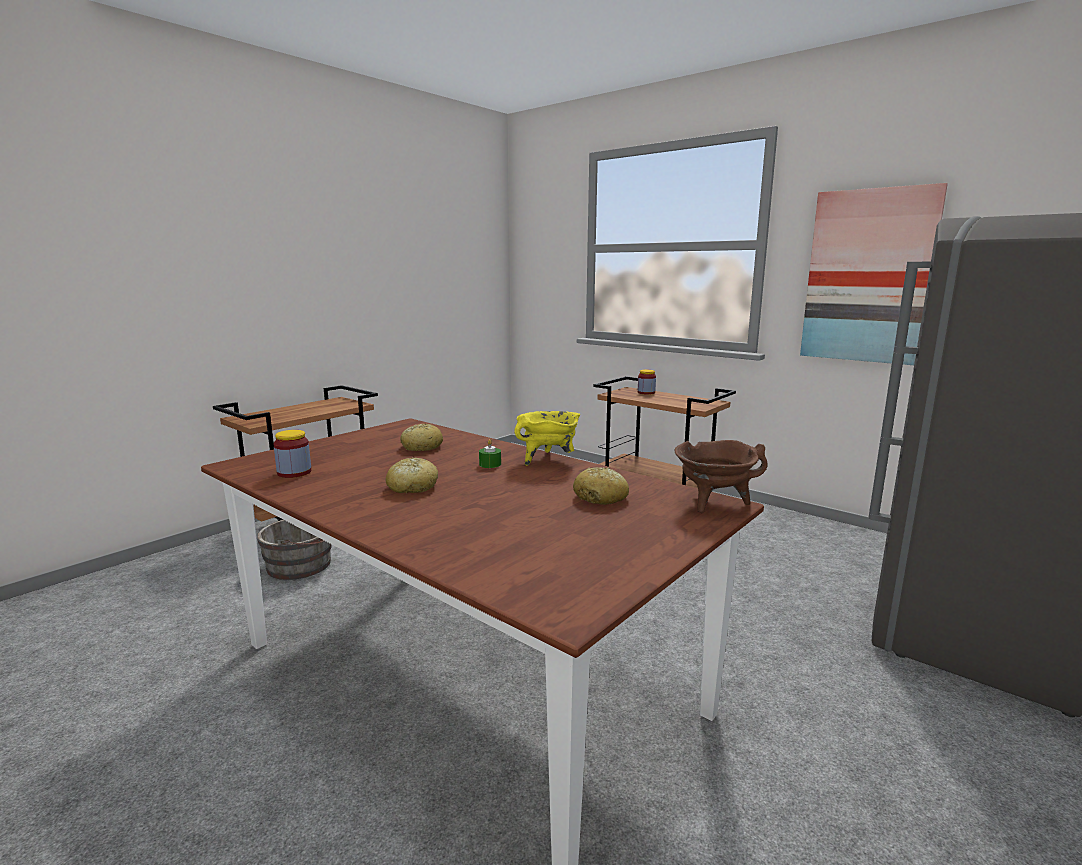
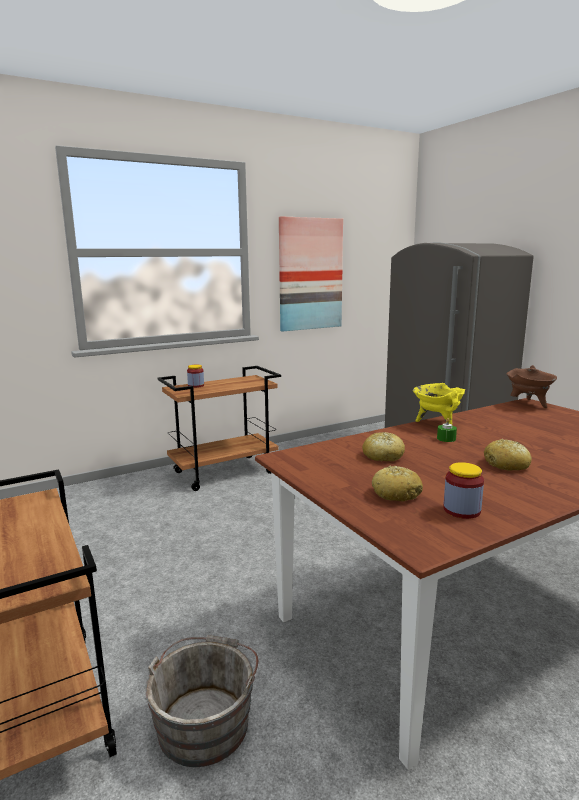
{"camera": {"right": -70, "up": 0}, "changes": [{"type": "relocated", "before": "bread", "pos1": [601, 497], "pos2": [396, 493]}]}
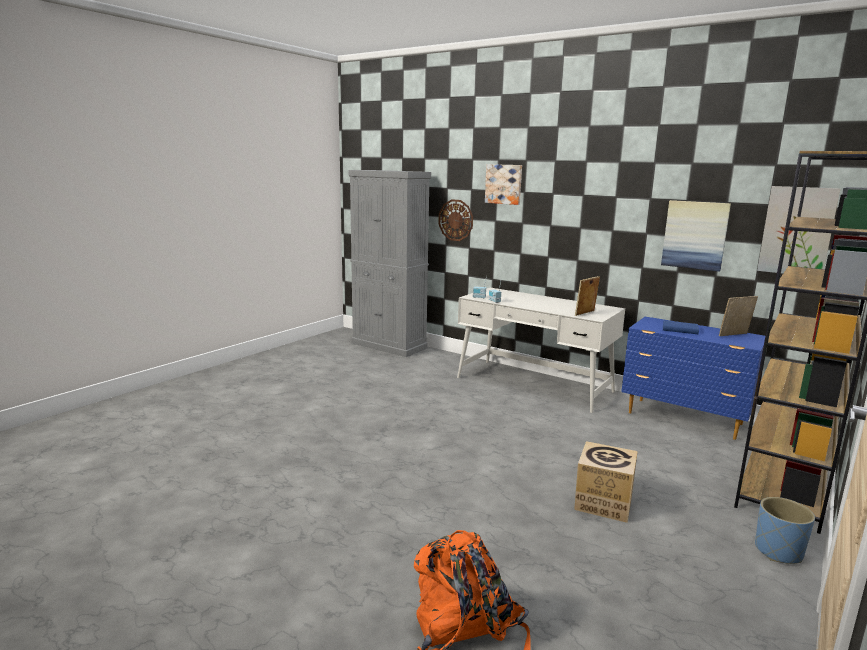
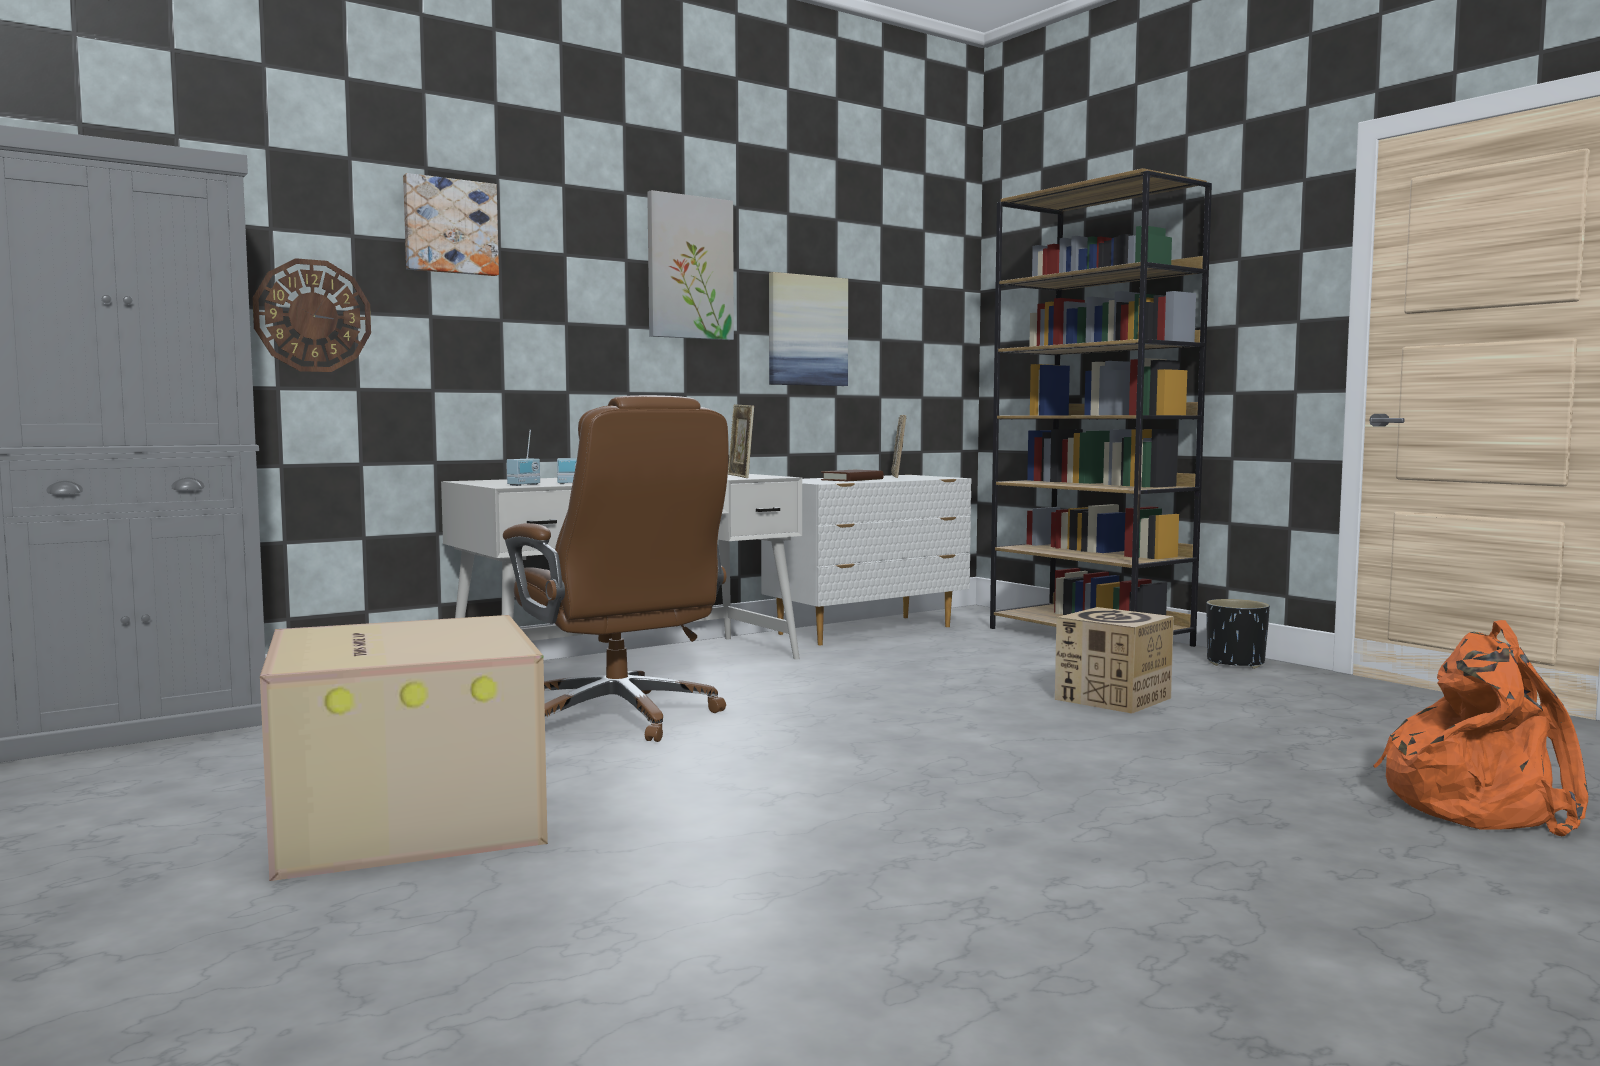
{"camera": {"right": -70, "up": -10}, "changes": [{"type": "relocated", "before": "wall art", "pos1": [797, 231], "pos2": [689, 268]}, {"type": "colour", "before": "drawer chest in blue-coloured", "after": "drawer chest in white-coloured", "pos1": [685, 419], "pos2": [868, 630]}, {"type": "colour", "before": "bound book in blue-coloured", "after": "bound book in brown-coloured", "pos1": [680, 329], "pos2": [852, 479]}, {"type": "colour", "before": "flower pot in blue-coloured", "after": "flower pot in black", "pos1": [778, 551], "pos2": [1236, 663]}, {"type": "appeared", "after": "office chair in brown-coloured", "pos2": [620, 718]}, {"type": "appeared", "after": "cardboard box", "pos2": [403, 818]}]}
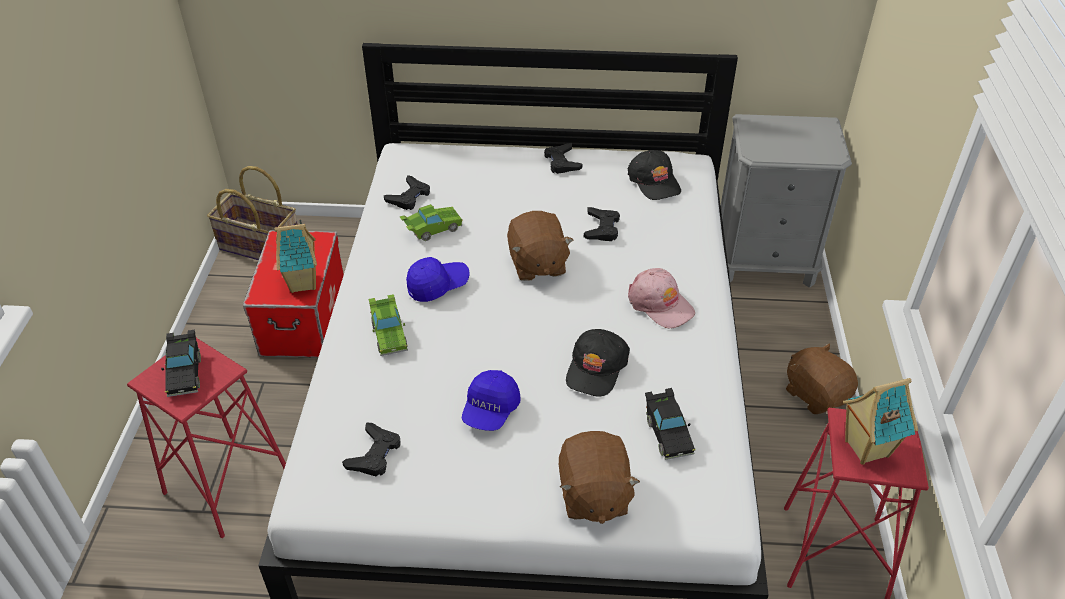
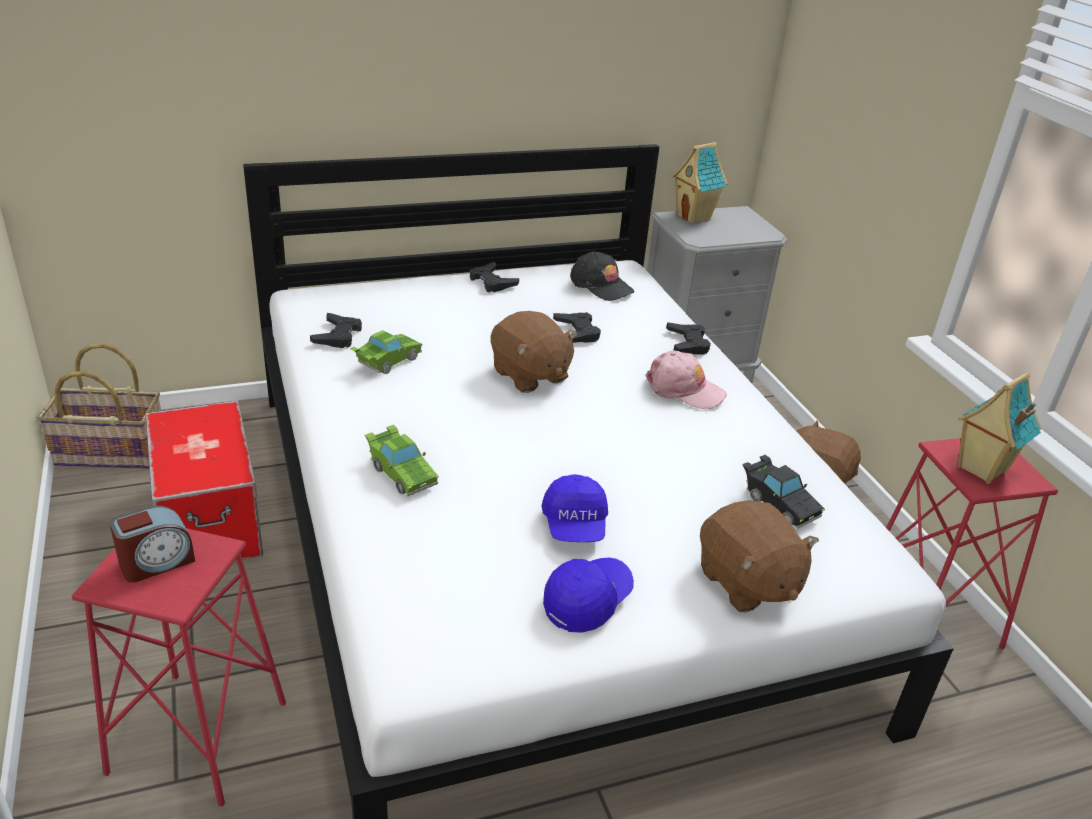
{"camera": {"right": -25, "up": -10}, "changes": [{"type": "relocated", "before": "miniature house", "pos1": [304, 283], "pos2": [694, 217]}, {"type": "relocated", "before": "cap in blue-coloured", "pos1": [437, 286], "pos2": [587, 601]}, {"type": "missing", "before": "cap in black", "pos1": [596, 368]}, {"type": "exchanged", "before": "miniature car in black", "after": "alarm clock", "pos1": [185, 372], "pos2": [156, 562]}, {"type": "relocated", "before": "game controller in black", "pos1": [374, 454], "pos2": [687, 343]}]}
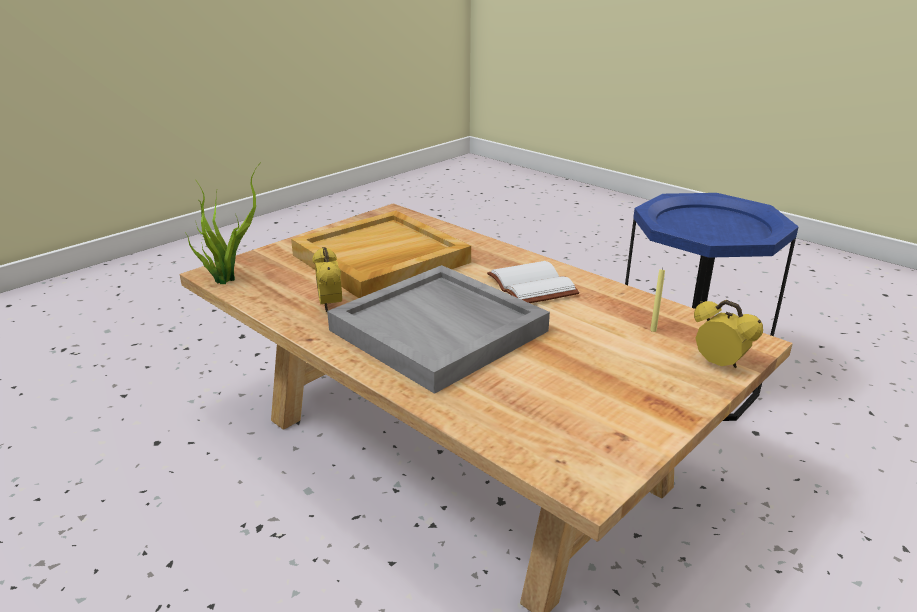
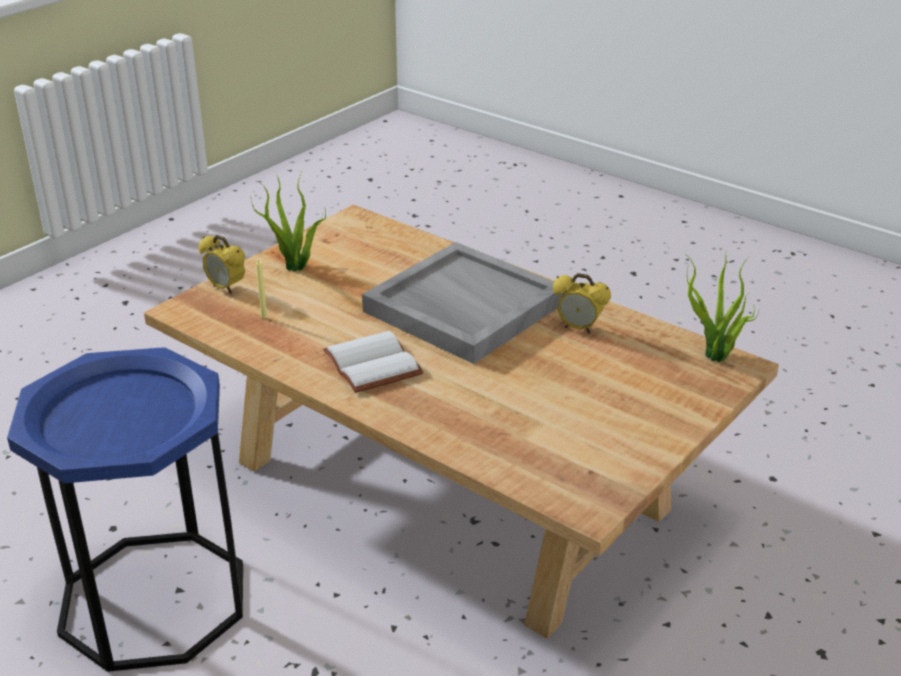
{"camera": {"right": 175, "up": 5}, "changes": [{"type": "missing", "before": "tray in beige", "pos1": [380, 259]}, {"type": "spun", "before": "alarm clock", "pos1": [330, 306], "pos2": [579, 328], "turn": 135}, {"type": "appeared", "after": "plant in a pot", "pos2": [296, 268]}]}
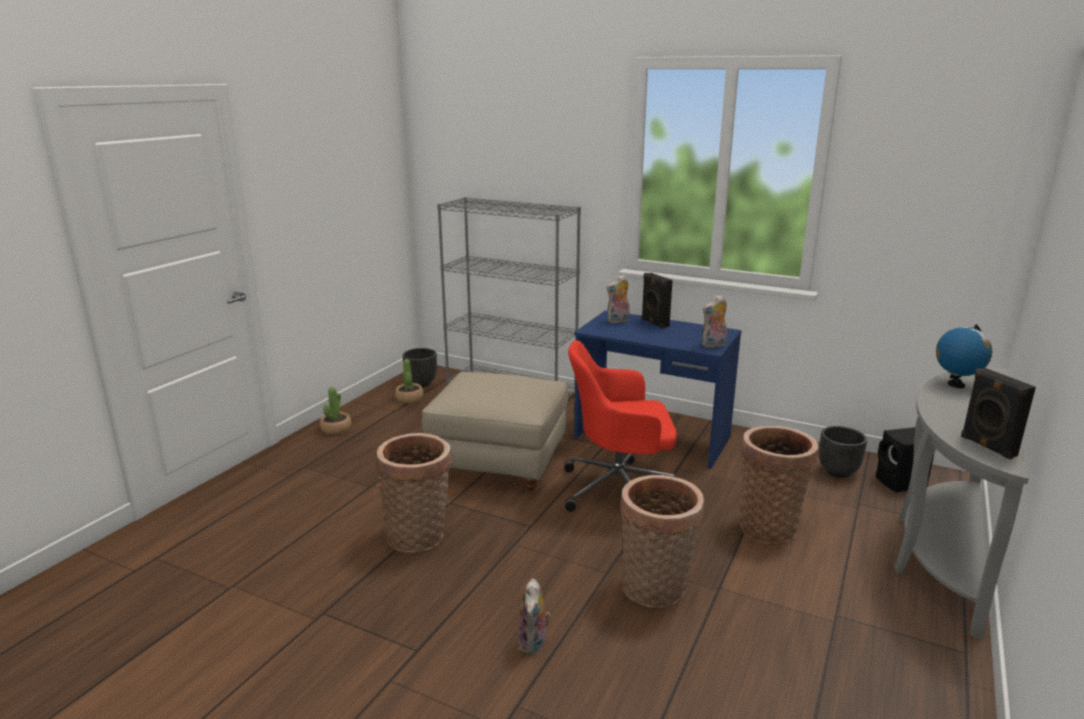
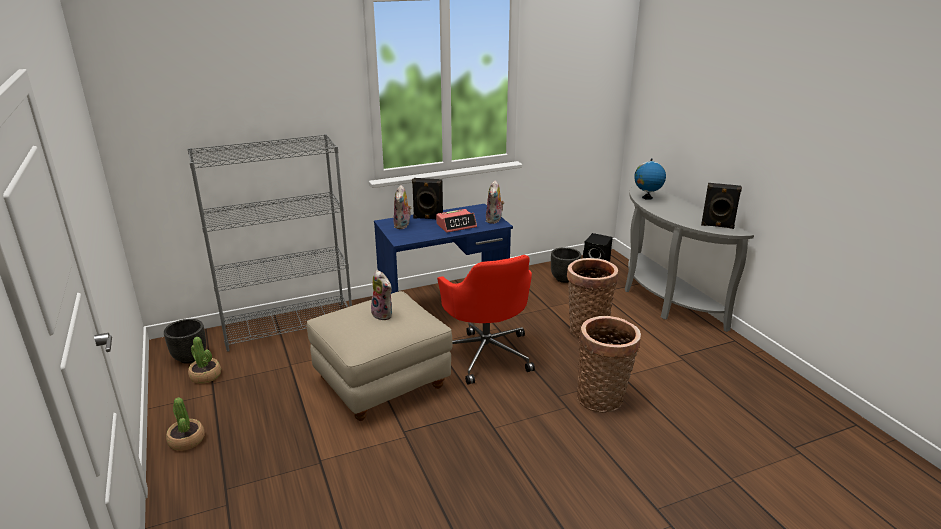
{"camera": {"right": -50, "up": 5}, "changes": [{"type": "spun", "before": "office chair in red", "pos1": [619, 489], "pos2": [486, 354], "turn": -60}, {"type": "missing", "before": "household basket", "pos1": [419, 536]}, {"type": "relocated", "before": "cuddly toy", "pos1": [534, 643], "pos2": [384, 314]}, {"type": "appeared", "after": "alarm clock", "pos2": [456, 225]}]}
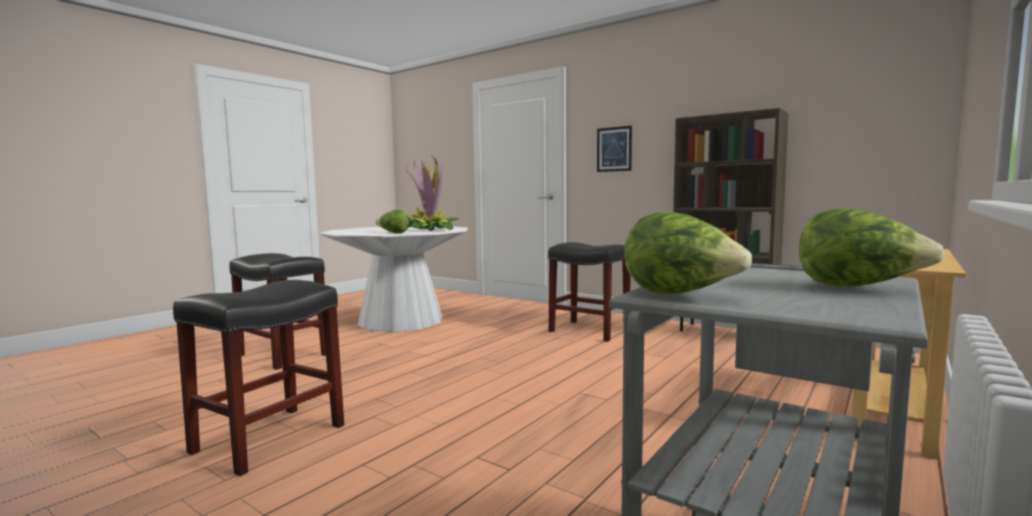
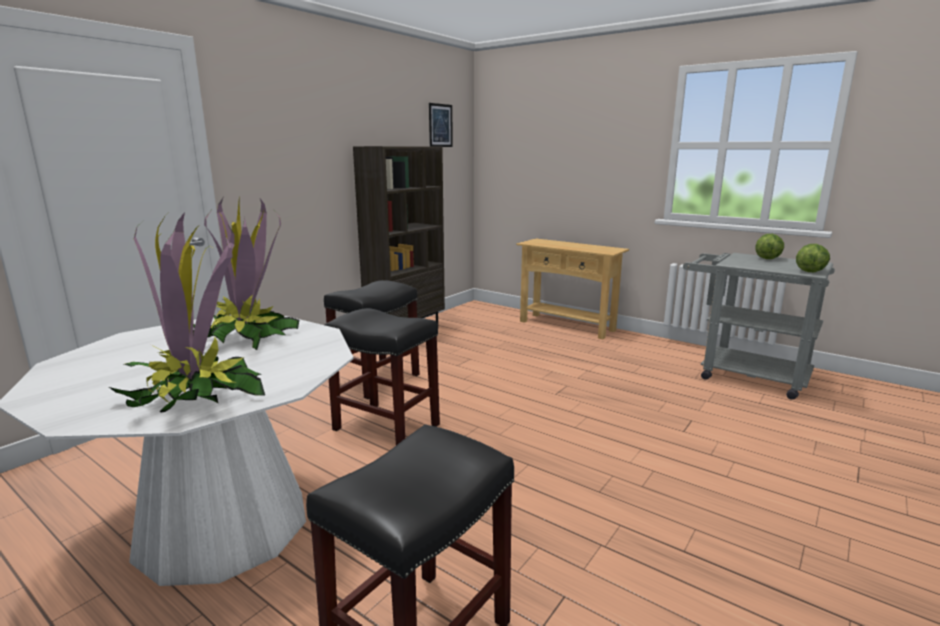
{"camera": {"right": -90, "up": 10}, "changes": [{"type": "relocated", "before": "wall art", "pos1": [614, 149], "pos2": [440, 125]}, {"type": "missing", "before": "lettuce head", "pos1": [393, 233]}, {"type": "relocated", "before": "stool seat in black", "pos1": [269, 439], "pos2": [387, 427]}, {"type": "appeared", "after": "plant in a pot", "pos2": [196, 395]}]}
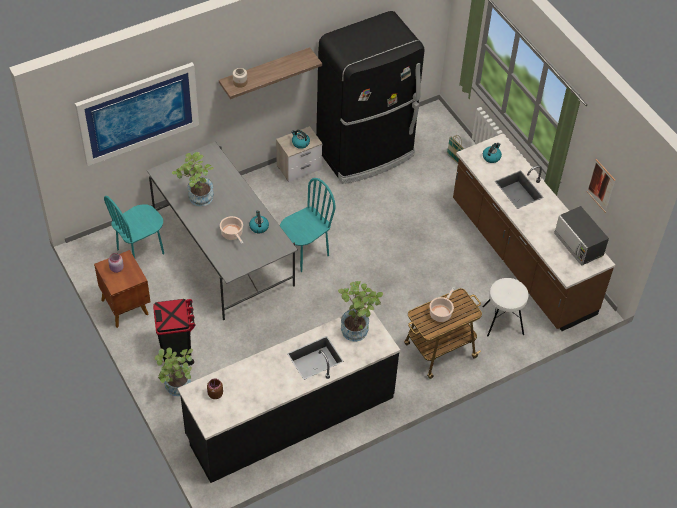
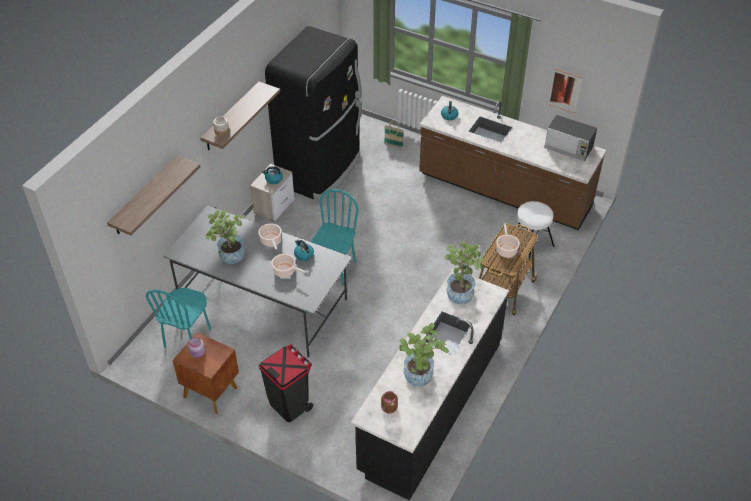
{"camera": {"right": -30, "up": -5}, "changes": [{"type": "exchanged", "before": "wall art", "after": "wall shelf", "pos1": [138, 113], "pos2": [145, 196]}, {"type": "relocated", "before": "plant in a pot", "pos1": [177, 389], "pos2": [420, 378]}, {"type": "appeared", "after": "stockpot", "pos2": [271, 241]}]}
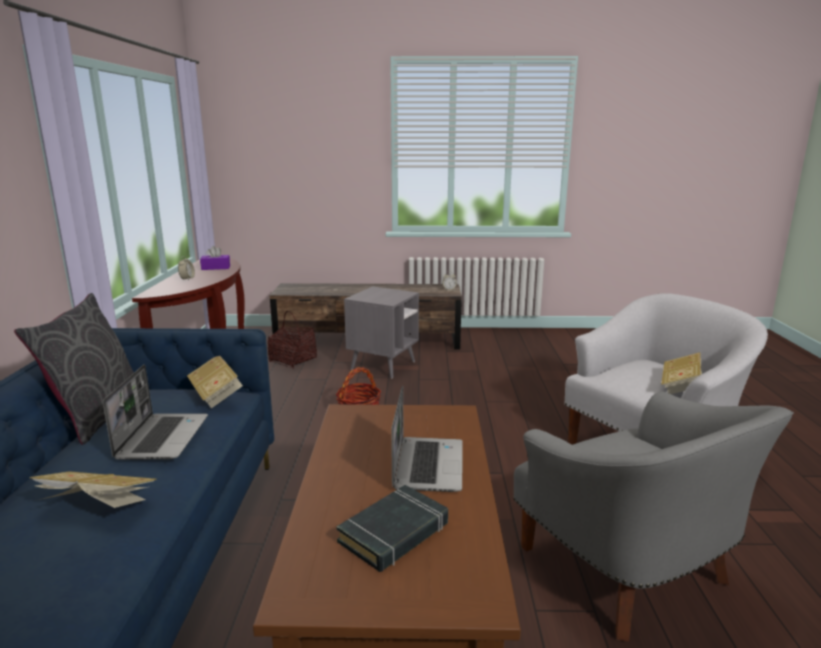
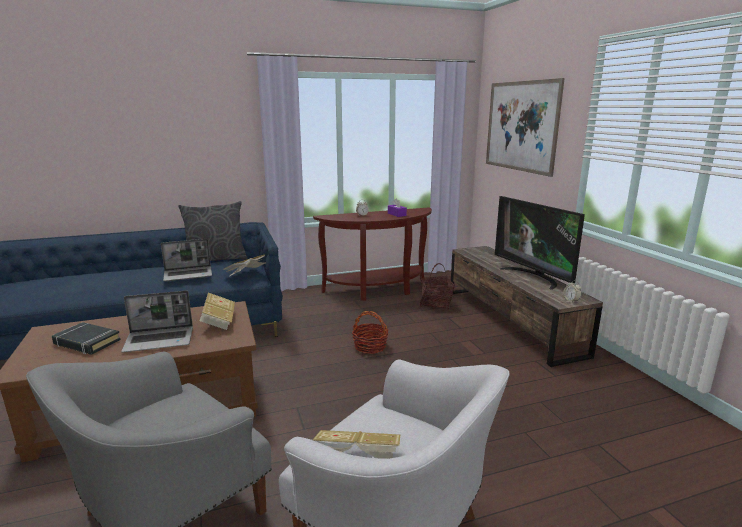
{"camera": {"right": 70, "up": 0}, "changes": [{"type": "missing", "before": "side table in gray", "pos1": [383, 365]}, {"type": "relocated", "before": "bound book", "pos1": [98, 506], "pos2": [219, 321]}, {"type": "appeared", "after": "wall art", "pos2": [520, 126]}, {"type": "appeared", "after": "TV set", "pos2": [533, 276]}]}
